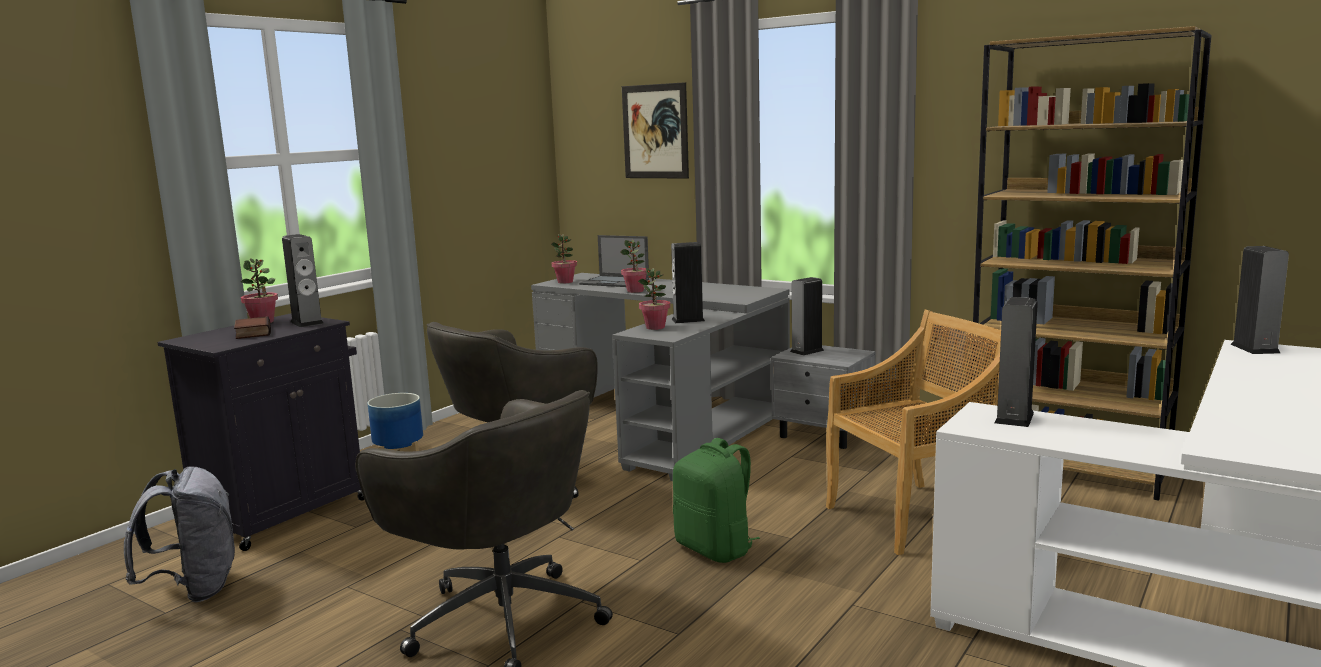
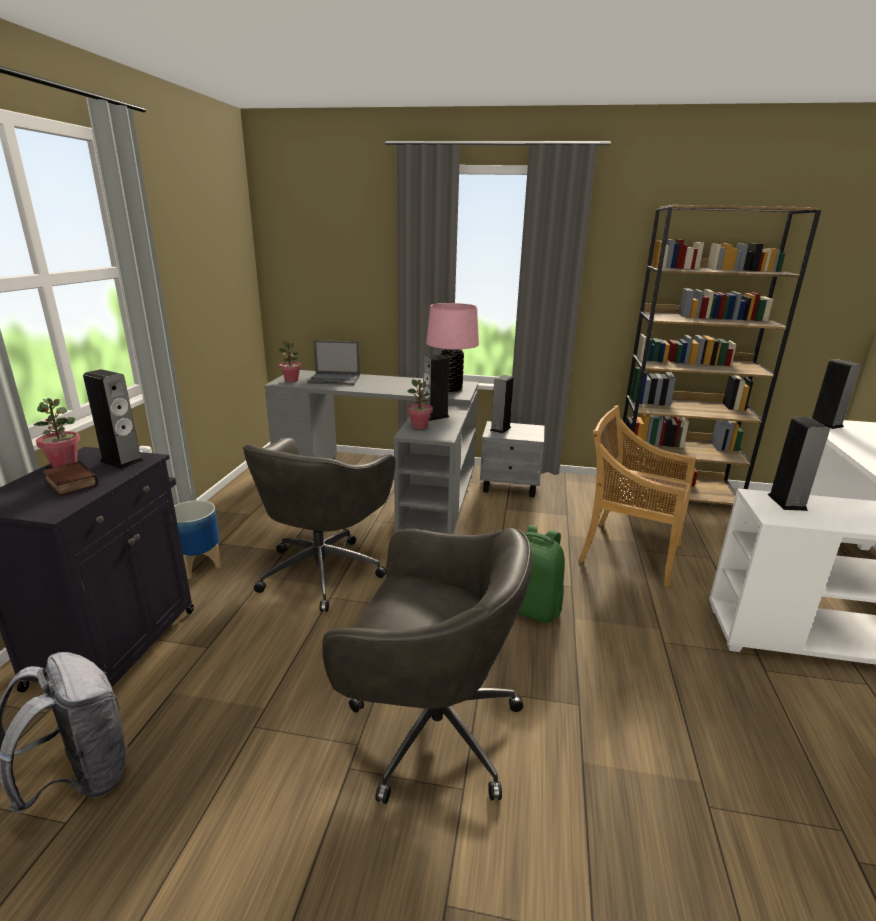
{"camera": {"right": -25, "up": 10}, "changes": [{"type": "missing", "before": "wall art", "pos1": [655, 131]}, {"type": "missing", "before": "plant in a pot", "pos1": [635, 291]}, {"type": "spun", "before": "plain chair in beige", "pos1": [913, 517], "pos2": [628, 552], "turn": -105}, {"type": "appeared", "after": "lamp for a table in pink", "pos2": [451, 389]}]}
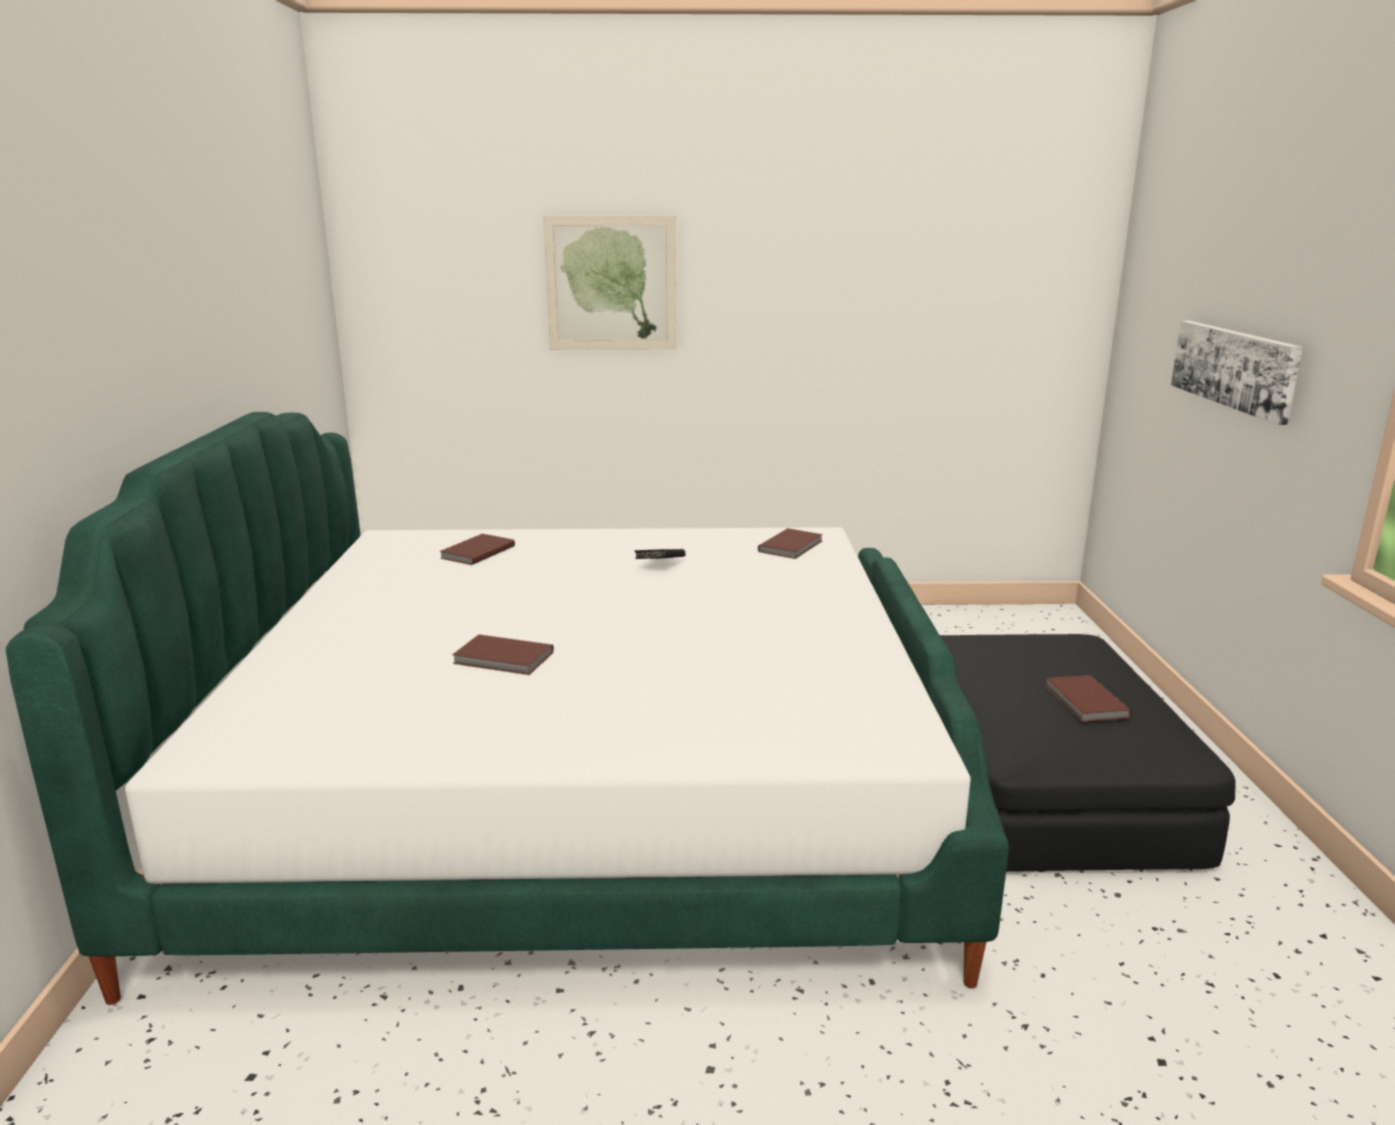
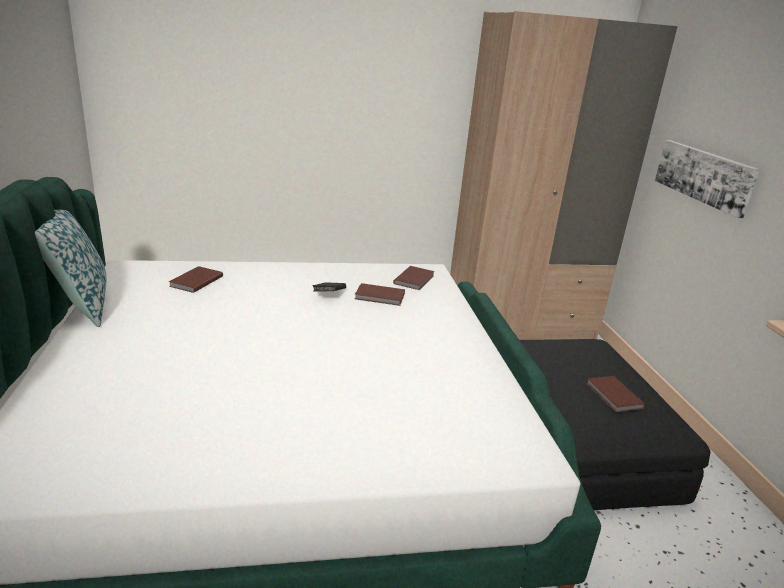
{"camera": {"right": -10, "up": 5}, "changes": [{"type": "missing", "before": "wall art", "pos1": [611, 284]}, {"type": "relocated", "before": "bound book in brown-coloured", "pos1": [503, 659], "pos2": [380, 297]}, {"type": "appeared", "after": "armoire in beige", "pos2": [518, 325]}, {"type": "appeared", "after": "cushion", "pos2": [81, 305]}]}
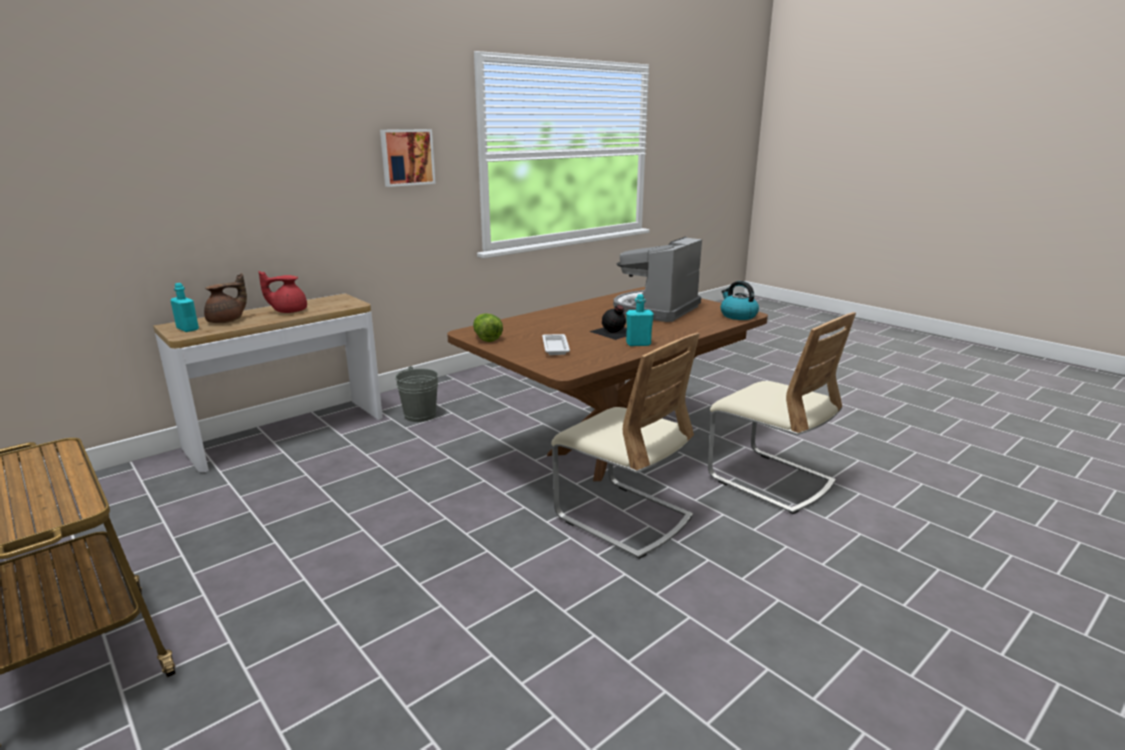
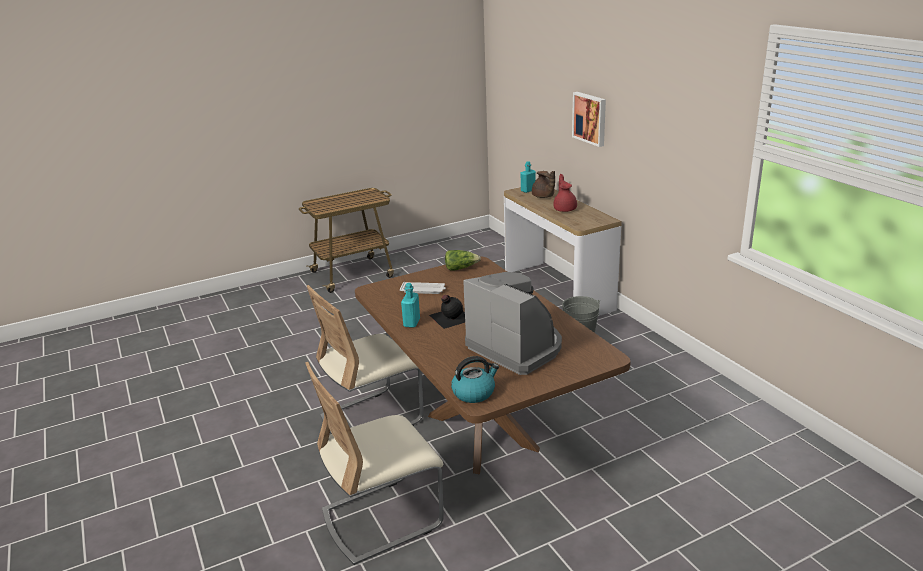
{"camera": {"right": 105, "up": 5}, "changes": [{"type": "relocated", "before": "wall art", "pos1": [407, 157], "pos2": [590, 118]}]}
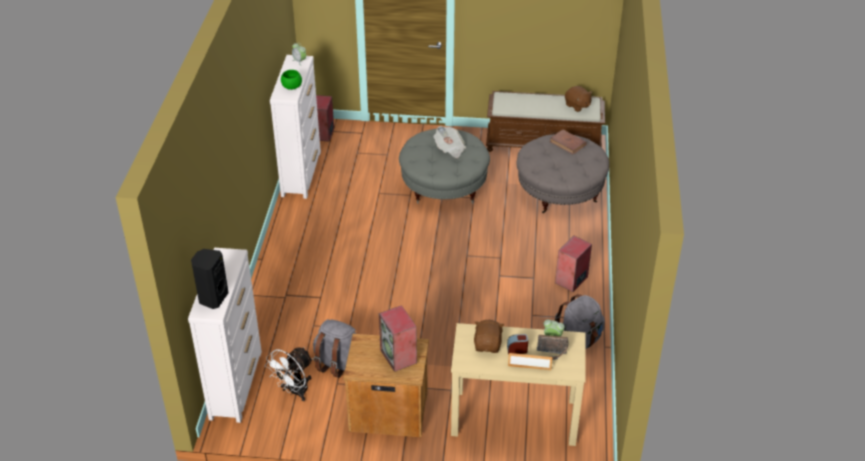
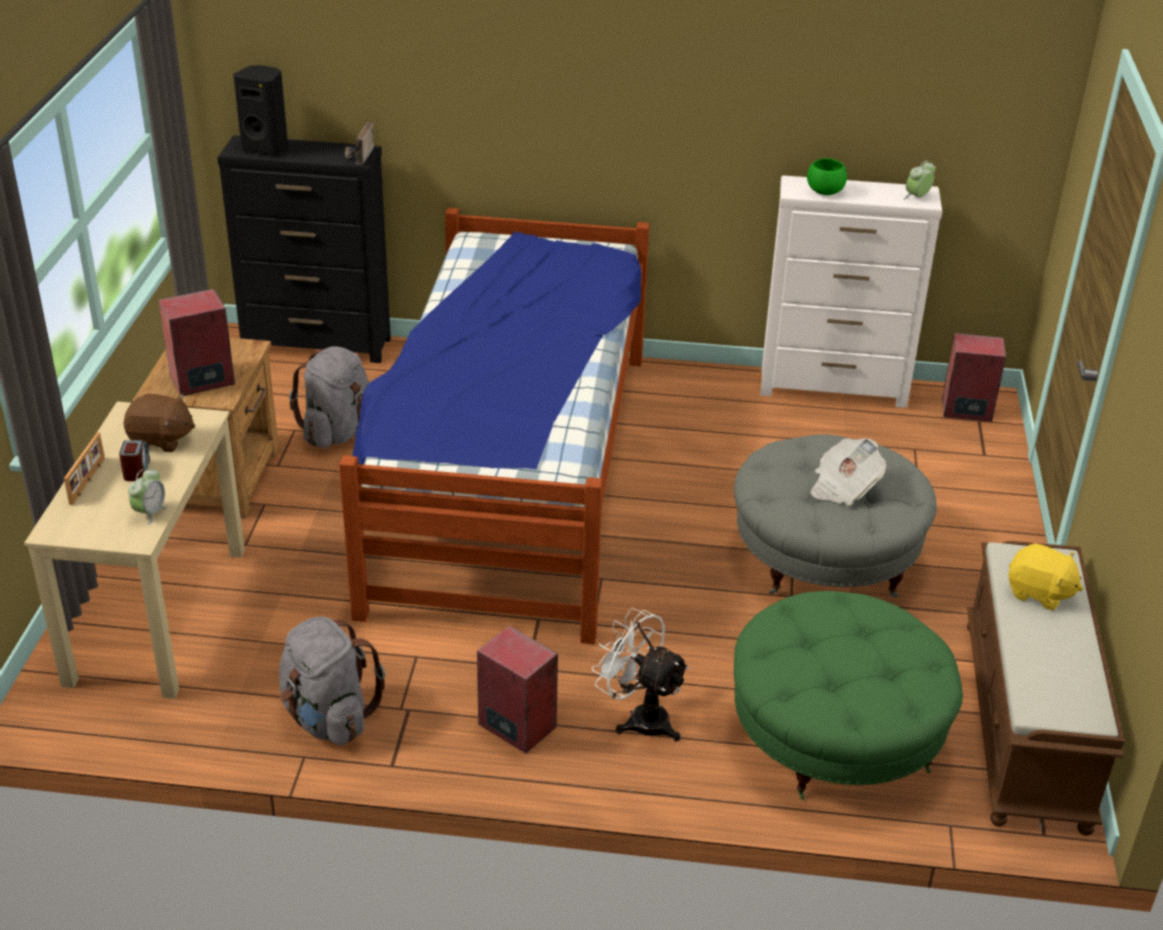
{"camera": {"right": 90, "up": -5}, "changes": [{"type": "missing", "before": "cuddly toy in brown-coloured", "pos1": [577, 106]}, {"type": "missing", "before": "bound book in brown-coloured", "pos1": [567, 143]}, {"type": "colour", "before": "footrest in gray", "after": "footrest in greenish", "pos1": [560, 191], "pos2": [836, 736]}, {"type": "colour", "before": "drawer chest in white-coloured", "after": "drawer chest in black", "pos1": [236, 384], "pos2": [318, 345]}, {"type": "relocated", "before": "radio set", "pos1": [552, 354], "pos2": [358, 156]}, {"type": "relocated", "before": "cooling fan in white-coloured", "pos1": [294, 392], "pos2": [640, 718]}, {"type": "appeared", "after": "bed", "pos2": [510, 475]}, {"type": "appeared", "after": "cuddly toy in yellow-coloured", "pos2": [1039, 593]}]}
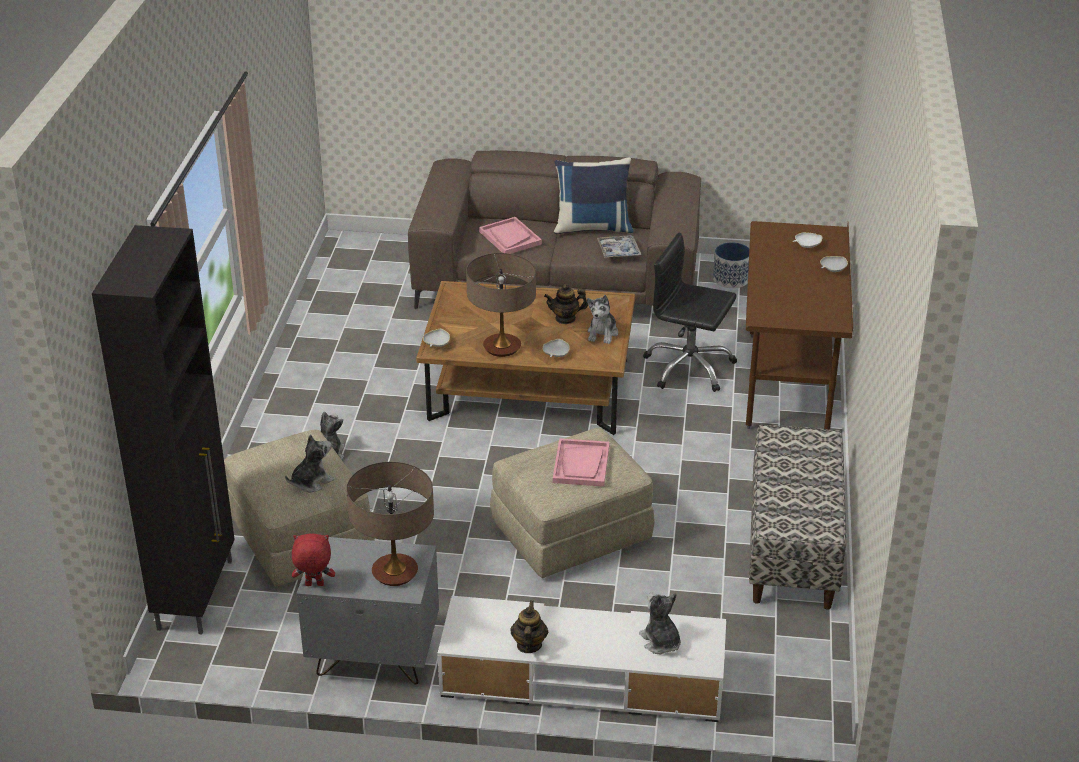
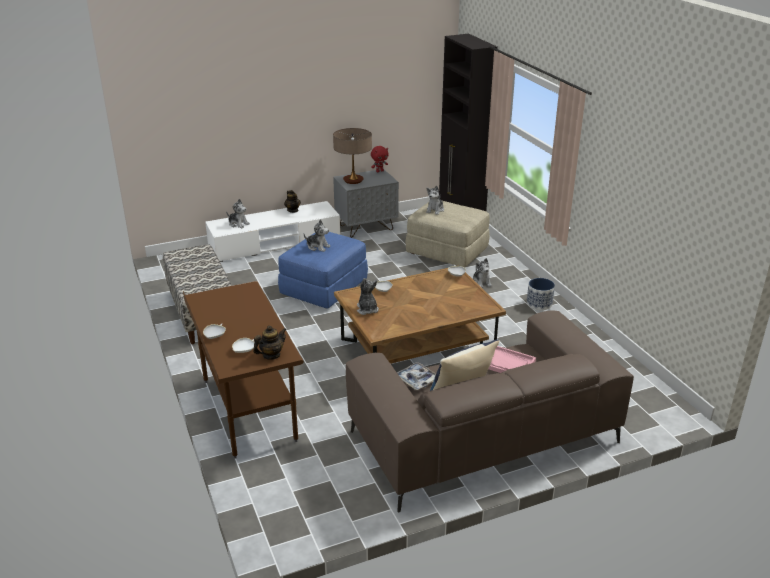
{"camera": {"right": 150, "up": -5}, "changes": [{"type": "missing", "before": "office chair in black", "pos1": [688, 367]}, {"type": "relocated", "before": "flower pot", "pos1": [731, 279], "pos2": [539, 304]}, {"type": "missing", "before": "lamp for a table", "pos1": [502, 347]}, {"type": "relocated", "before": "pot for tea", "pos1": [565, 318], "pos2": [271, 355]}, {"type": "colour", "before": "footrest in beige", "after": "footrest in blue-coloured", "pos1": [571, 533], "pos2": [324, 287]}, {"type": "exchanged", "before": "tray in pink", "after": "cuddly toy", "pos1": [581, 464], "pos2": [318, 247]}]}
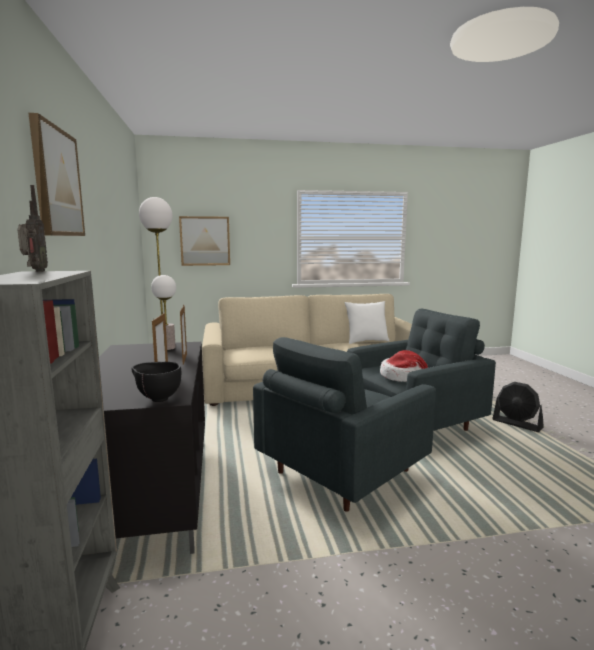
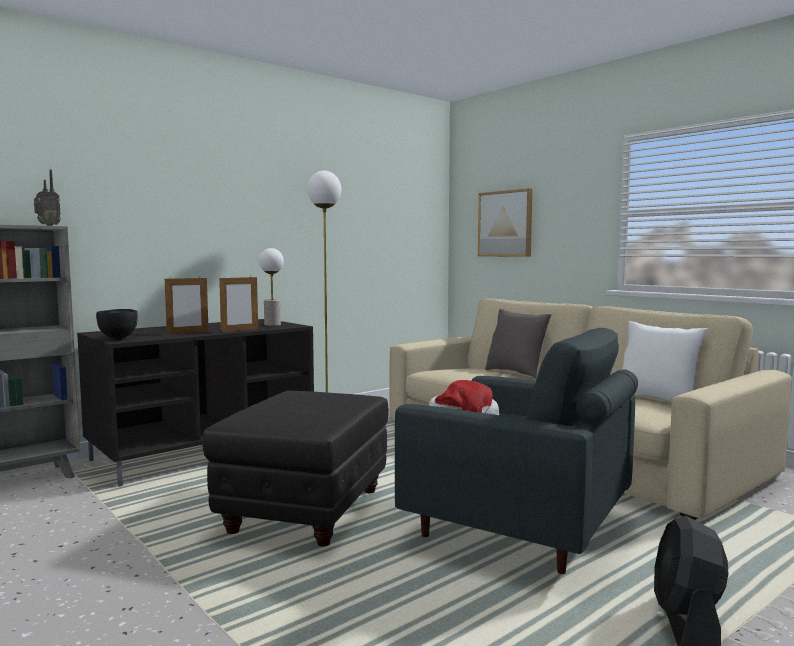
{"camera": {"right": 60, "up": -5}, "changes": [{"type": "missing", "before": "wall art", "pos1": [56, 182]}, {"type": "exchanged", "before": "easy chair in gray", "after": "footrest in black", "pos1": [340, 472], "pos2": [305, 510]}, {"type": "appeared", "after": "cushion in gray", "pos2": [516, 373]}]}
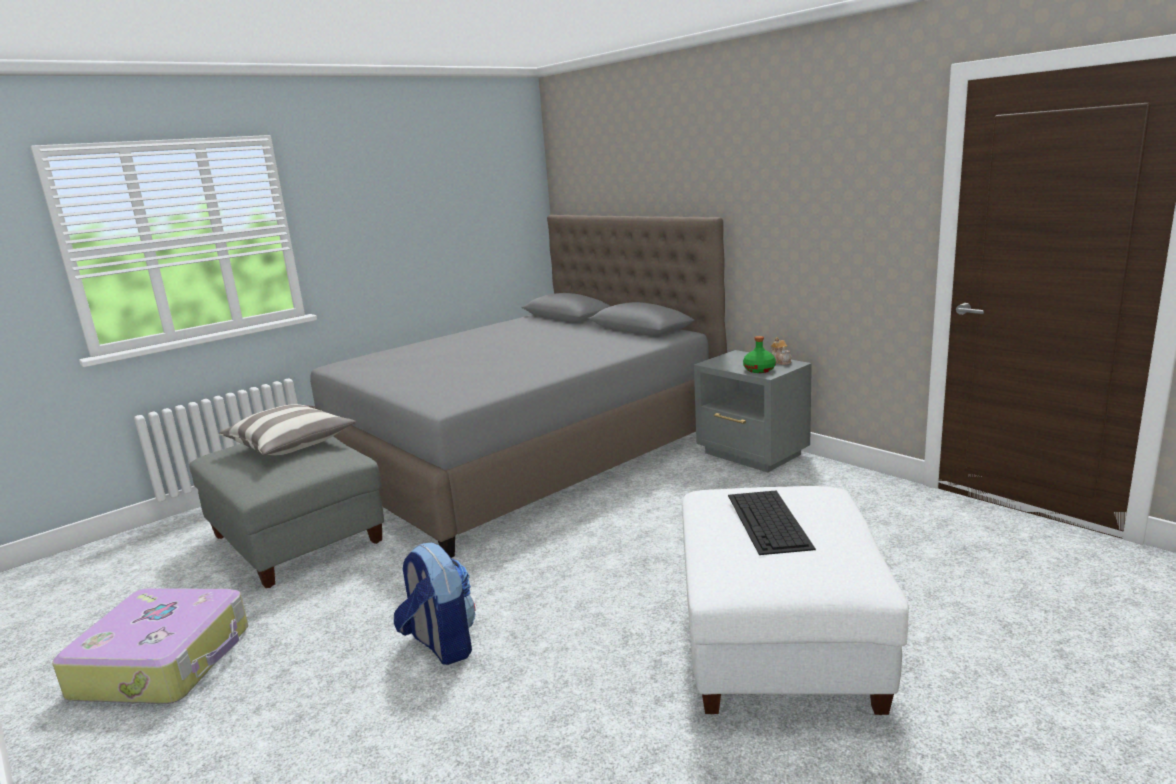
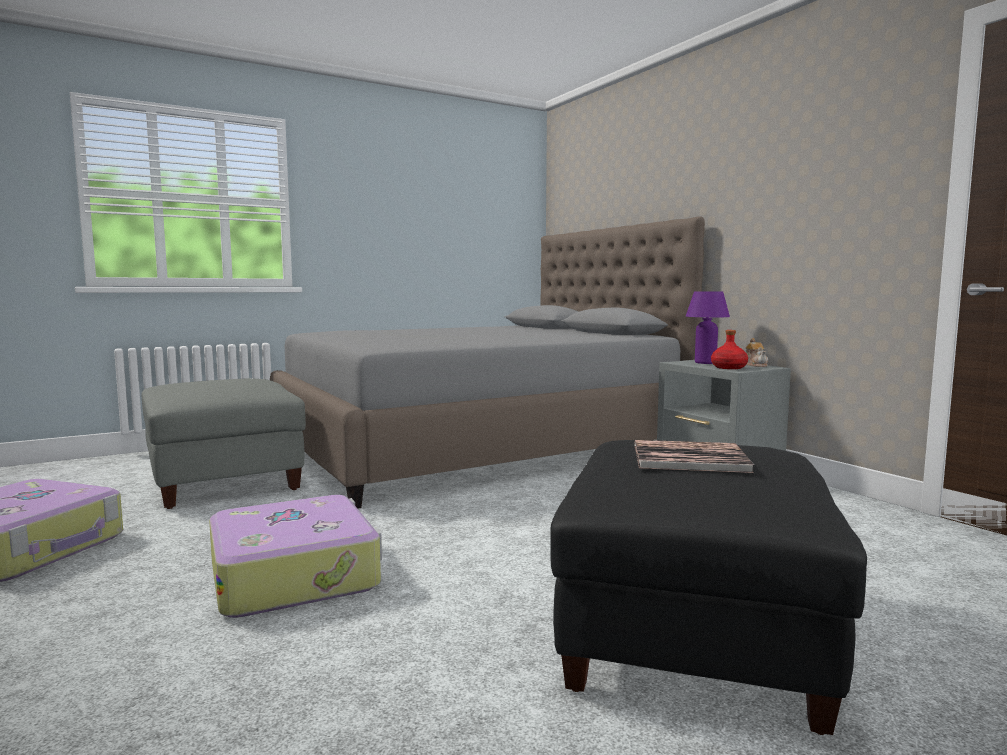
{"camera": {"right": 10, "up": -10}, "changes": [{"type": "colour", "before": "beverage bottle in greenish", "after": "beverage bottle in red", "pos1": [759, 370], "pos2": [729, 367]}, {"type": "missing", "before": "cushion", "pos1": [290, 445]}, {"type": "colour", "before": "footrest in white-coloured", "after": "footrest in black", "pos1": [779, 645], "pos2": [694, 634]}, {"type": "exchanged", "before": "computer keyboard", "after": "bound book", "pos1": [769, 521], "pos2": [689, 458]}, {"type": "exchanged", "before": "rucksack", "after": "piece of luggage", "pos1": [441, 644], "pos2": [296, 574]}, {"type": "appeared", "after": "lamp for a table in purplish", "pos2": [705, 363]}]}
